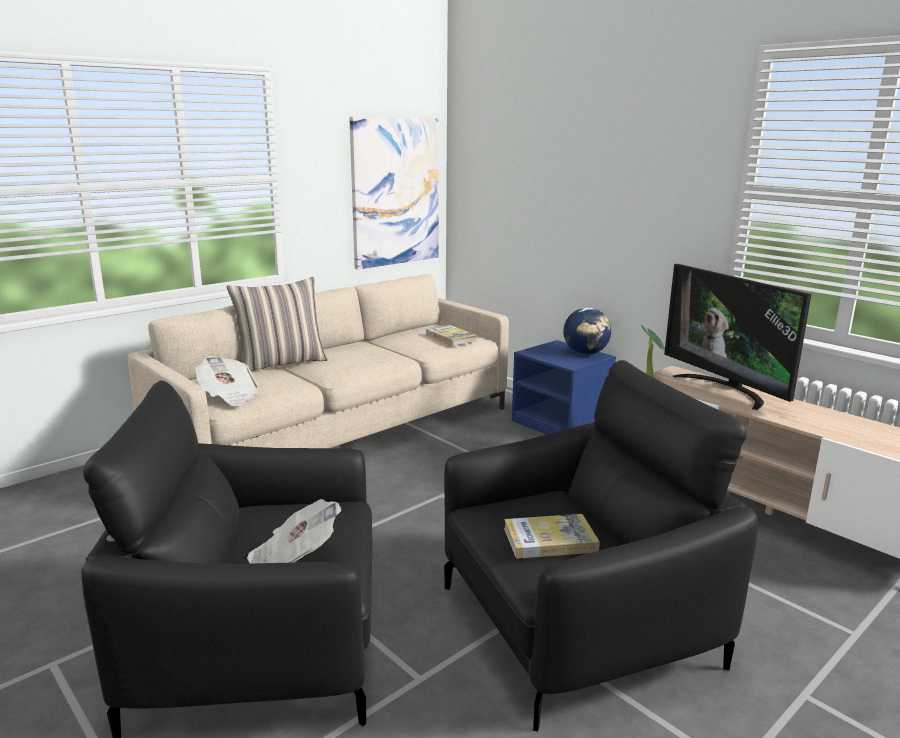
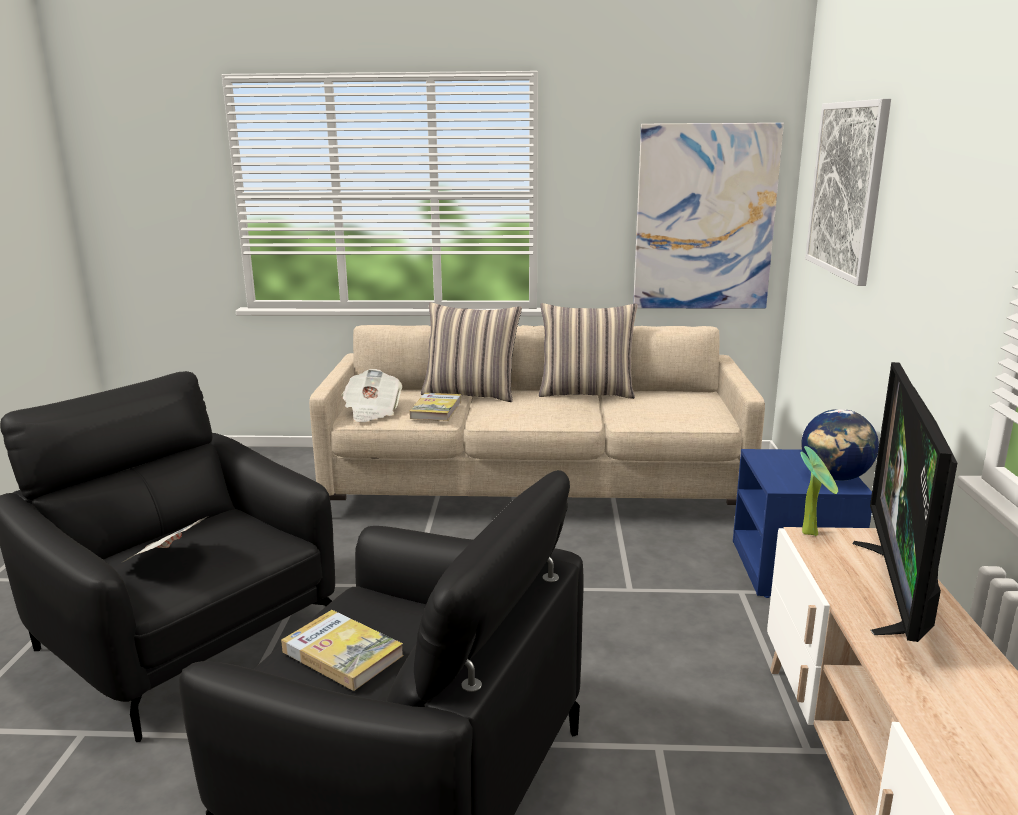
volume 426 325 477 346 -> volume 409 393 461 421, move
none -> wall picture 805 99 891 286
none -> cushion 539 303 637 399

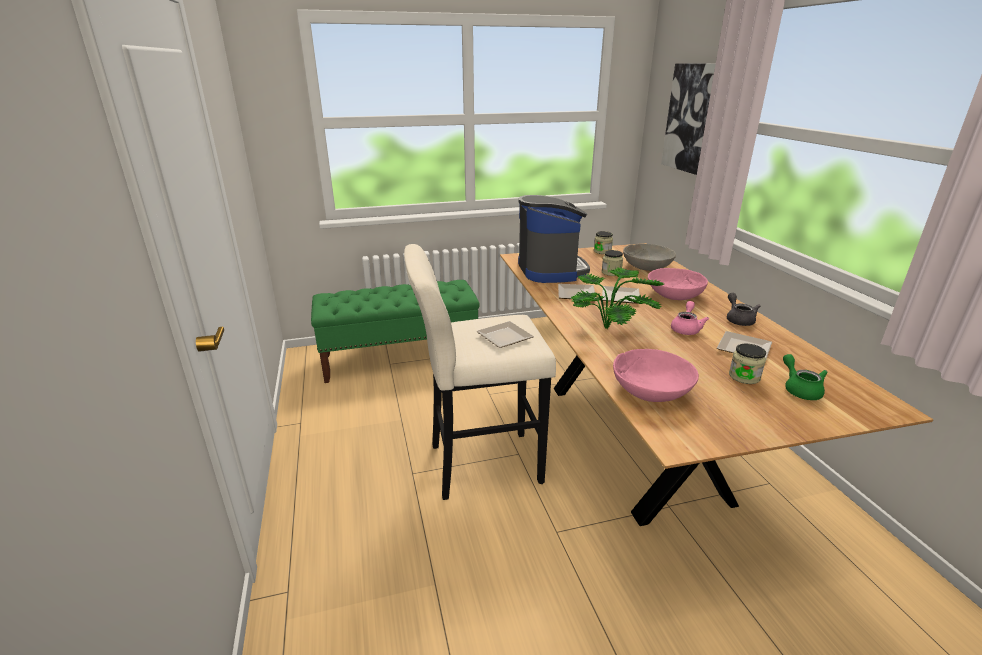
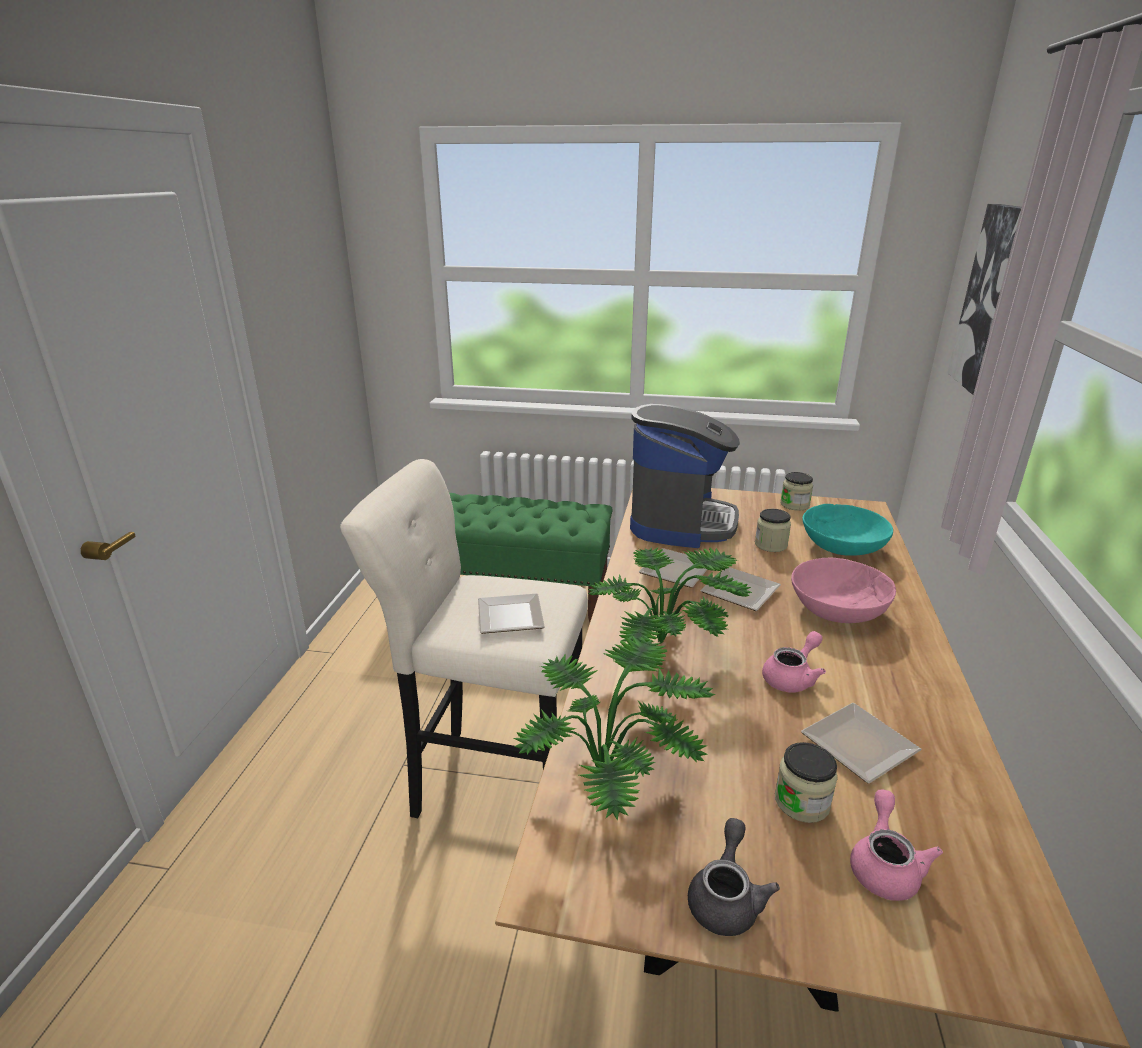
greyish bowl 623 244 676 271 -> blue-green bowl 802 504 893 556
greyish tea pot 727 293 760 326 -> greyish tea pot 688 818 780 936, move
pink bowl 613 349 699 402 -> plant in a pot 514 636 715 821
green tea pot 783 354 828 400 -> pink tea pot 850 790 943 901

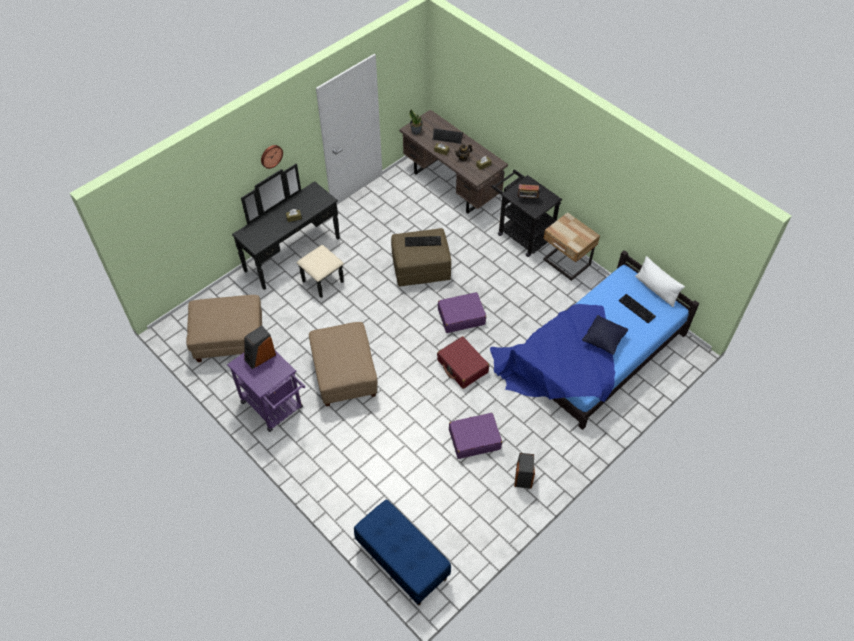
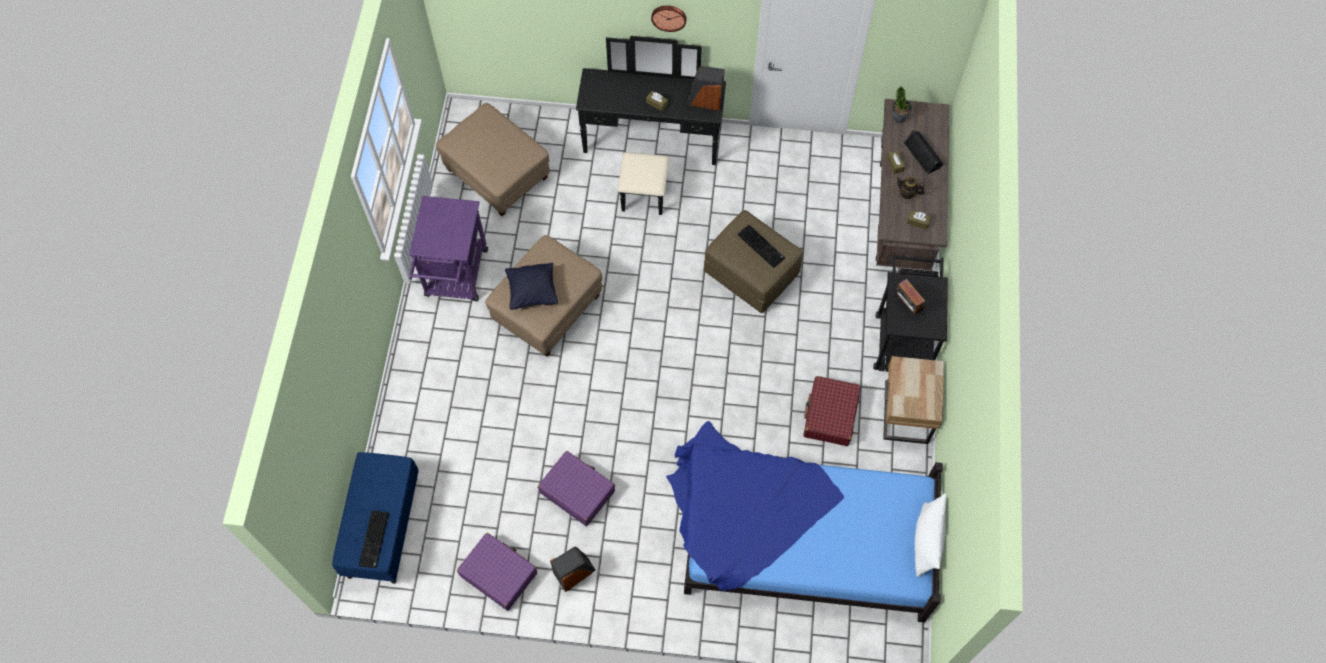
purplish piece of luggage 438 292 486 333 -> purplish piece of luggage 457 533 537 611, move
PC keyboard 619 294 656 323 -> PC keyboard 359 510 389 568, move
blackish cushion 582 315 628 355 -> blackish cushion 505 263 558 310, move
speaker 244 326 276 369 -> speaker 687 66 725 111, move
red-coloured piece of luggage 437 336 489 389 -> red-coloured piece of luggage 803 376 861 446, move

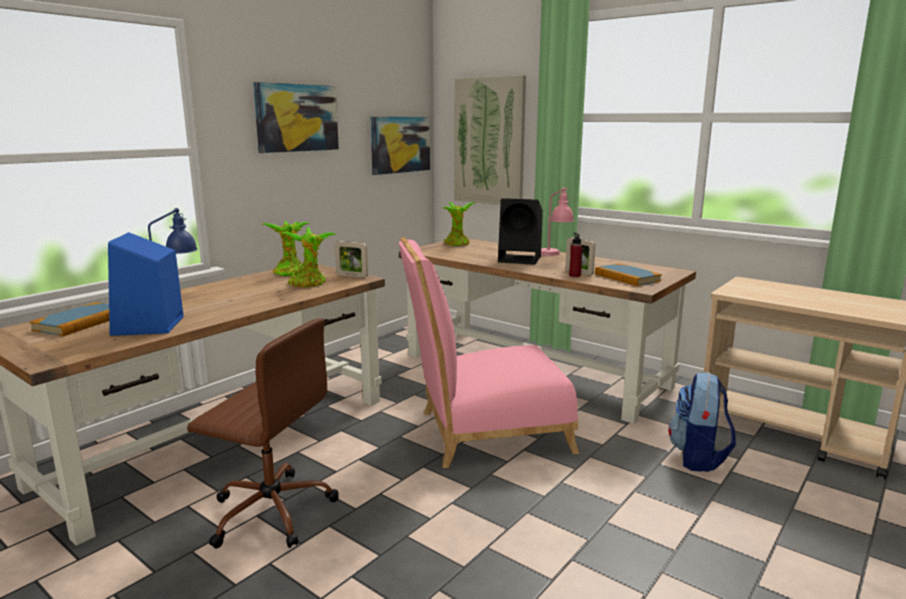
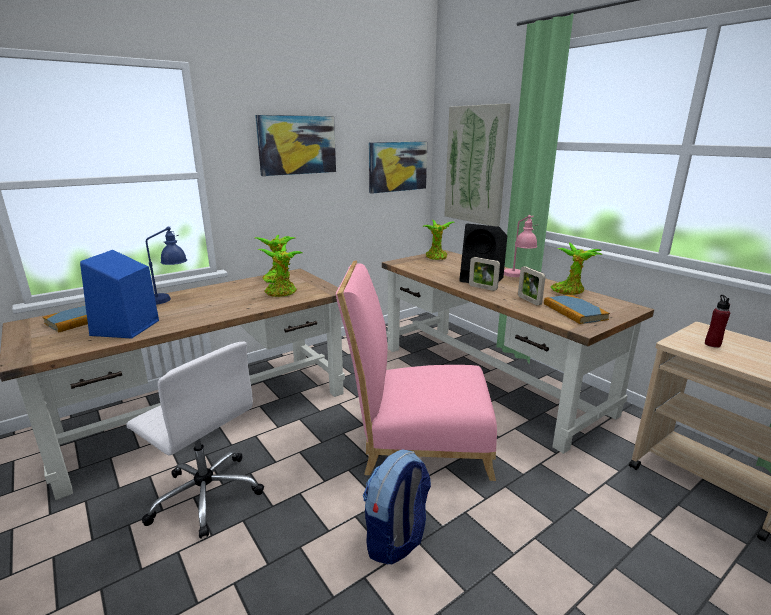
red-coloured beverage bottle 569 233 582 277 -> red-coloured beverage bottle 705 295 730 348, move
photo frame 335 241 368 278 -> photo frame 469 257 500 291, move
brown-coloured desk chair 187 318 339 549 -> whitish desk chair 126 342 264 539
rucksack 668 372 736 472 -> rucksack 363 449 431 565, move
none -> plant in a pot 551 243 602 295

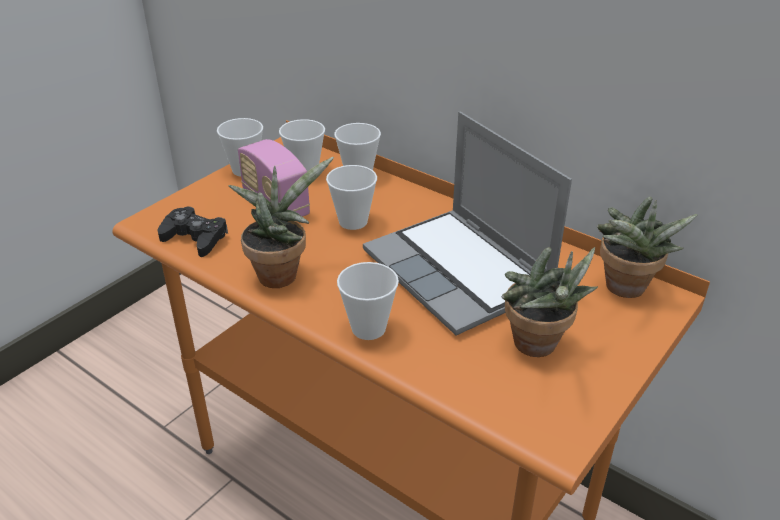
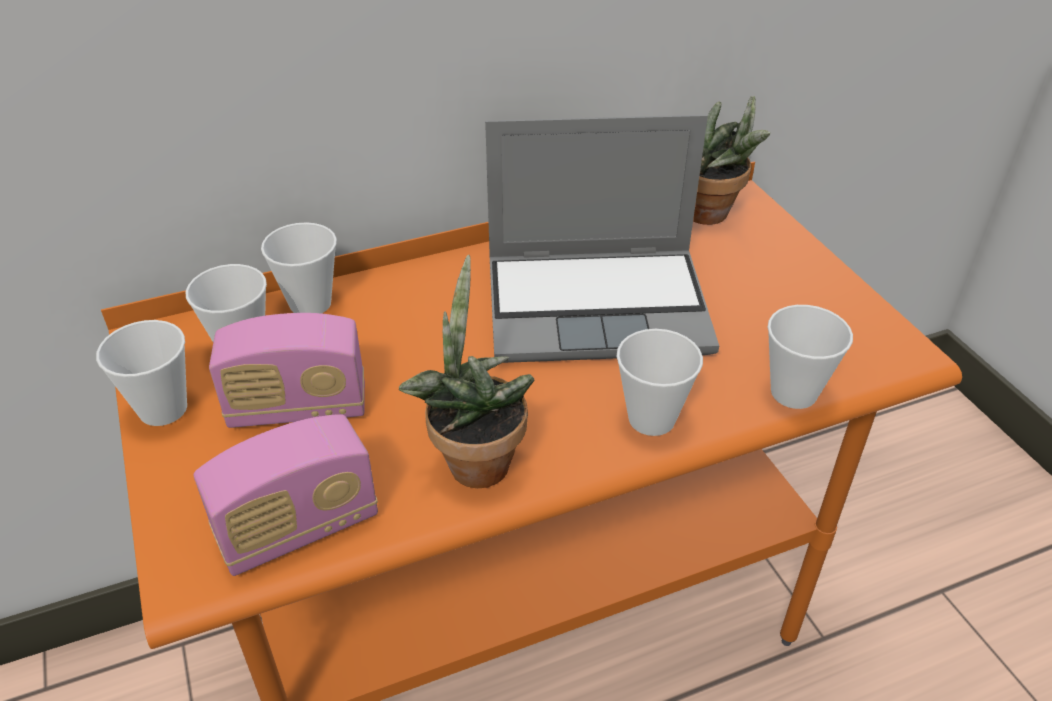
cup 326 165 377 230 -> cup 768 305 853 409, move
blackish joypad 157 206 228 257 -> radio 194 414 378 576
plant in a pot 502 247 598 357 -> none

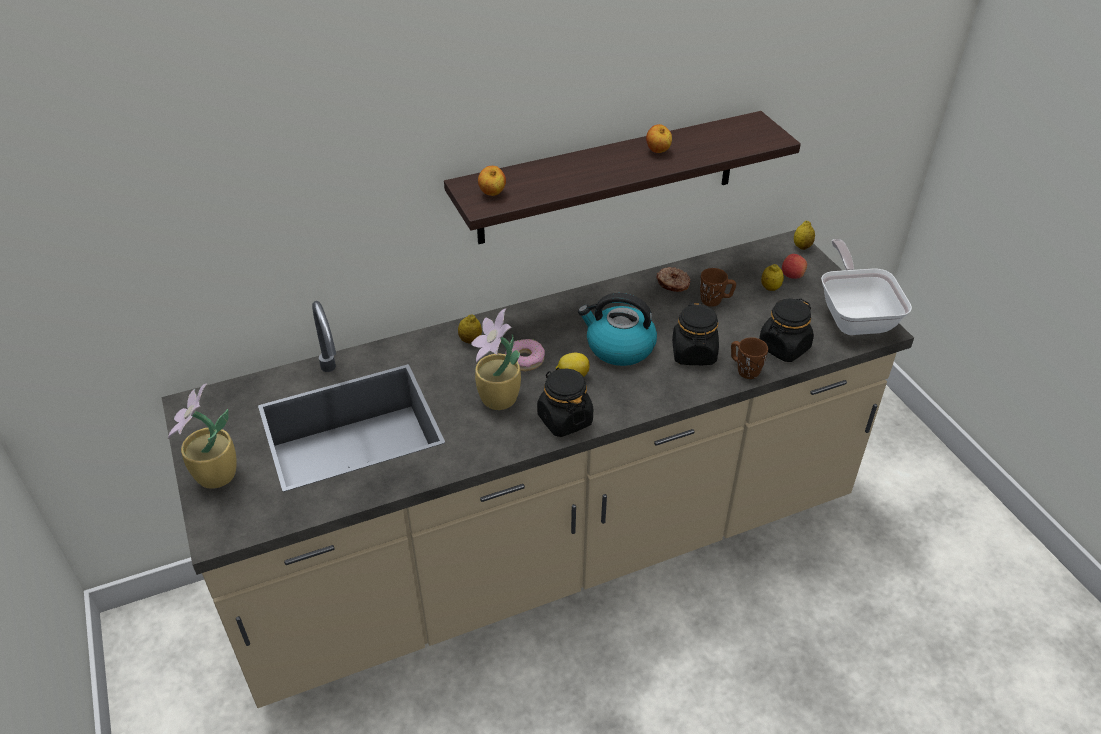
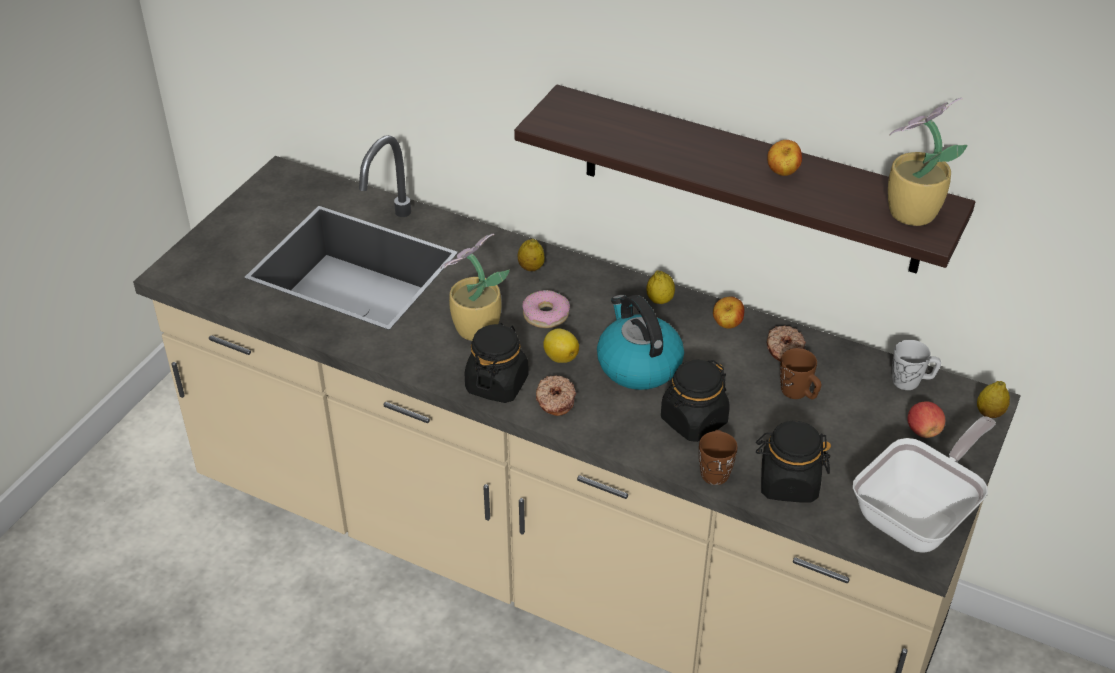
whole apple 478 166 506 196 -> whole apple 713 297 744 329, move
whole lemon 761 264 784 291 -> whole lemon 646 270 675 304, move
plant in a pot 168 383 237 489 -> plant in a pot 888 98 968 226, move
none -> whitish mug 892 340 941 390
none -> ring doughnut 536 375 576 416

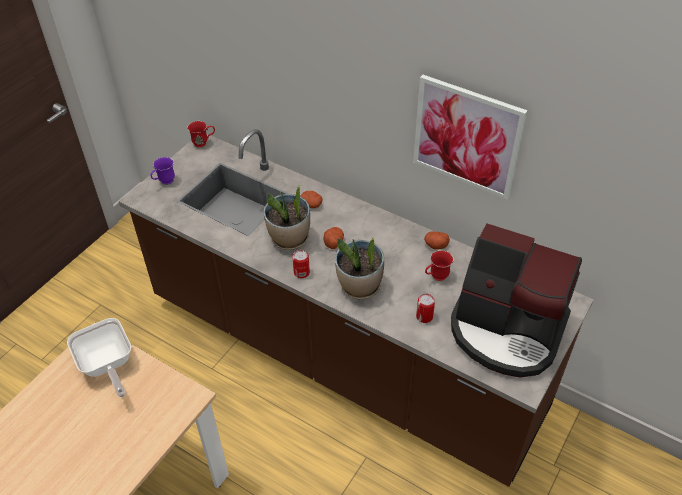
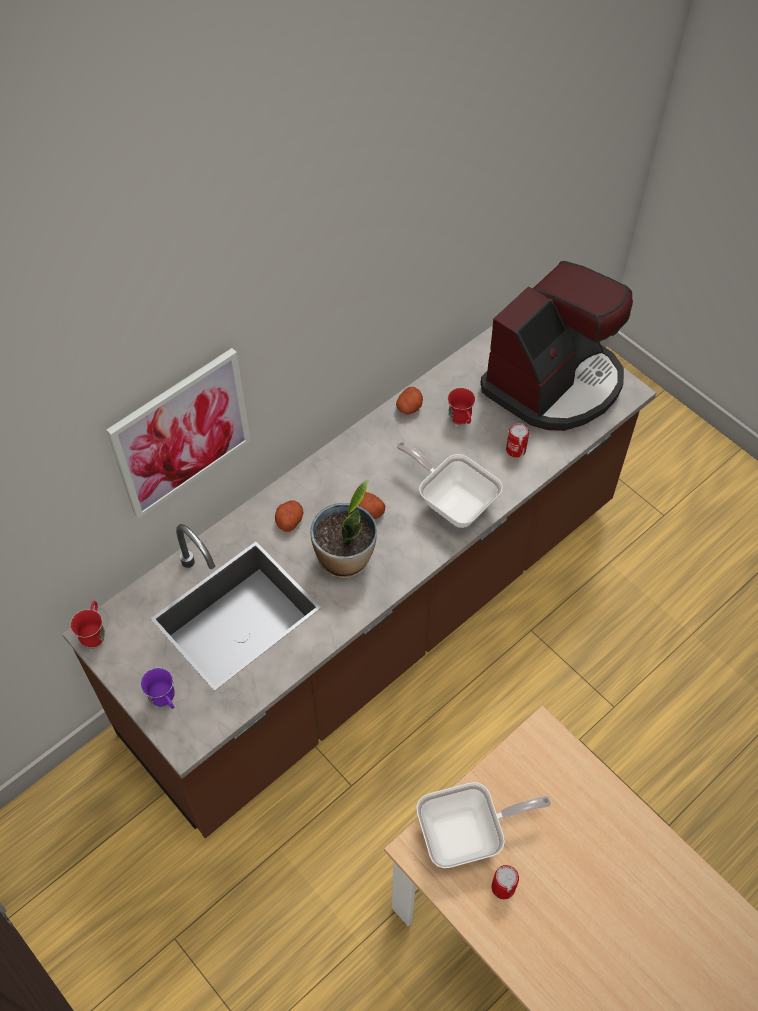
wall picture 413 75 528 199 -> wall picture 107 348 251 519, move
plant in a pot 335 238 384 299 -> skillet 397 441 503 528
metal can 292 250 310 278 -> metal can 491 865 519 899, move

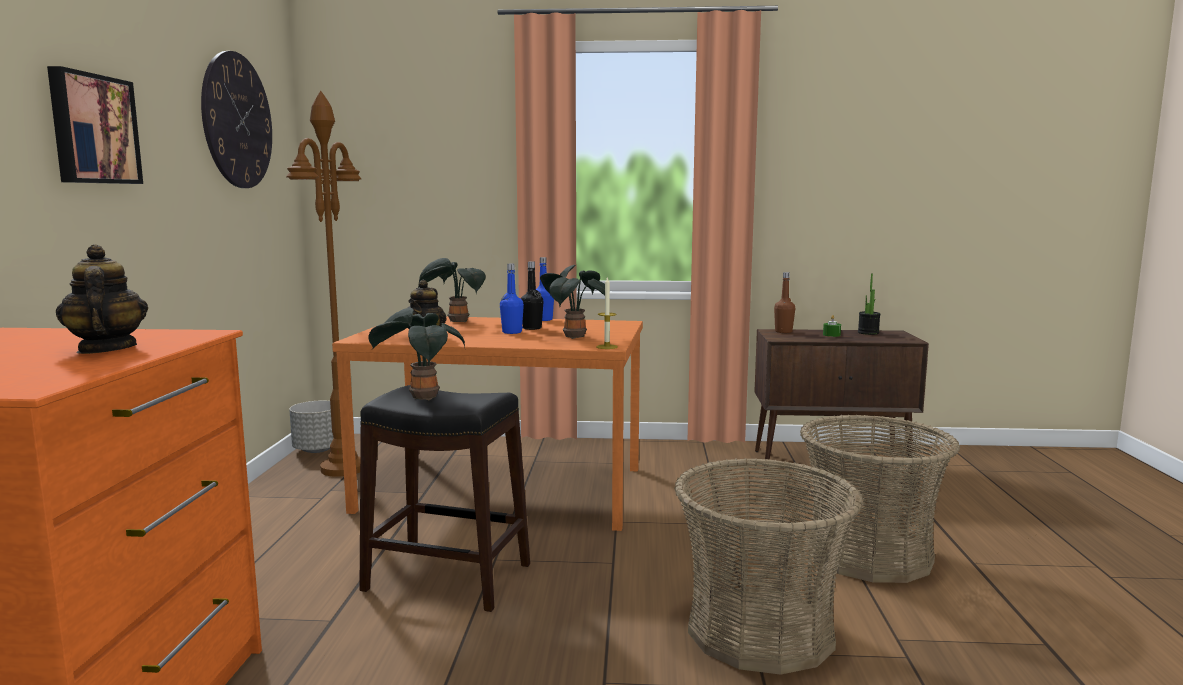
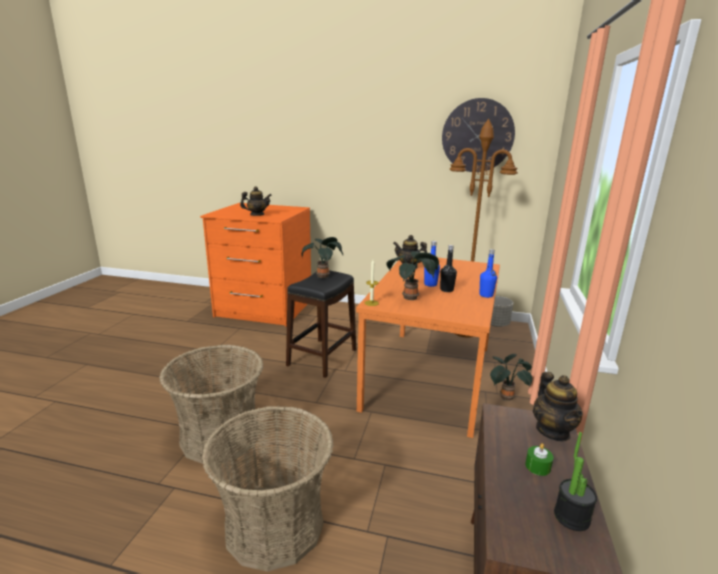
wall picture 47 66 143 184 -> none
plant in a pot 418 258 486 322 -> plant in a pot 490 354 532 401, move
brown-coloured beverage bottle 774 272 795 333 -> tea pot 533 372 583 441

